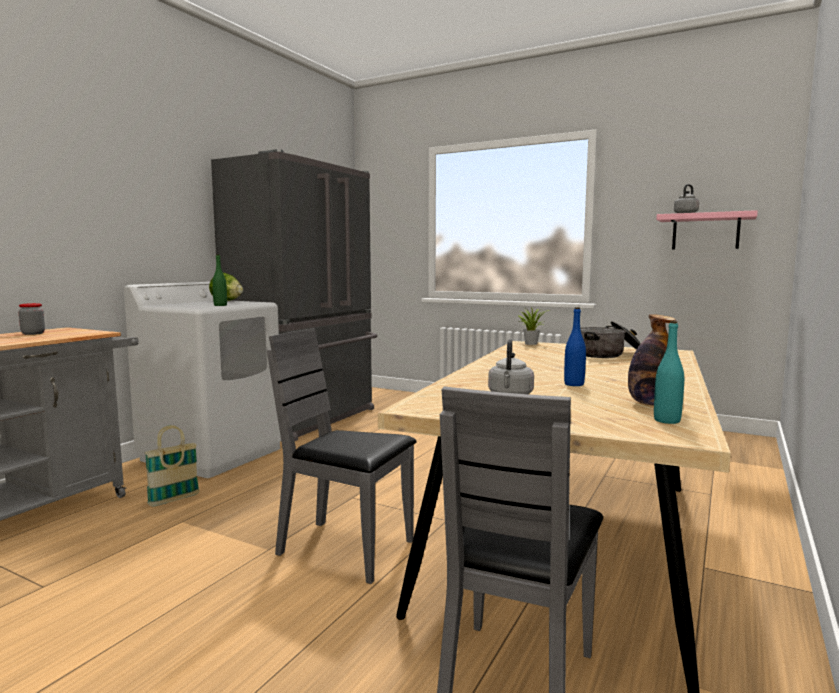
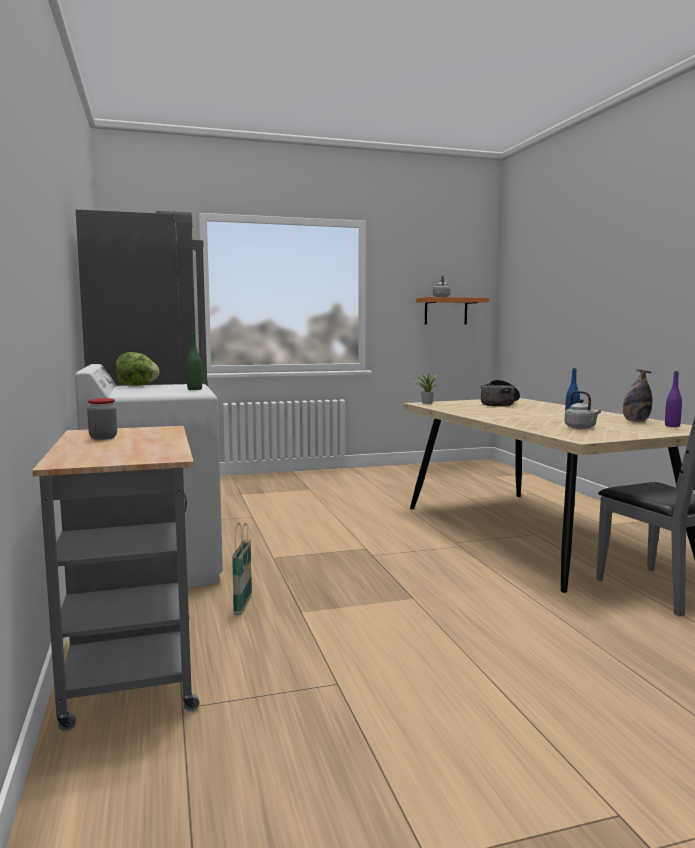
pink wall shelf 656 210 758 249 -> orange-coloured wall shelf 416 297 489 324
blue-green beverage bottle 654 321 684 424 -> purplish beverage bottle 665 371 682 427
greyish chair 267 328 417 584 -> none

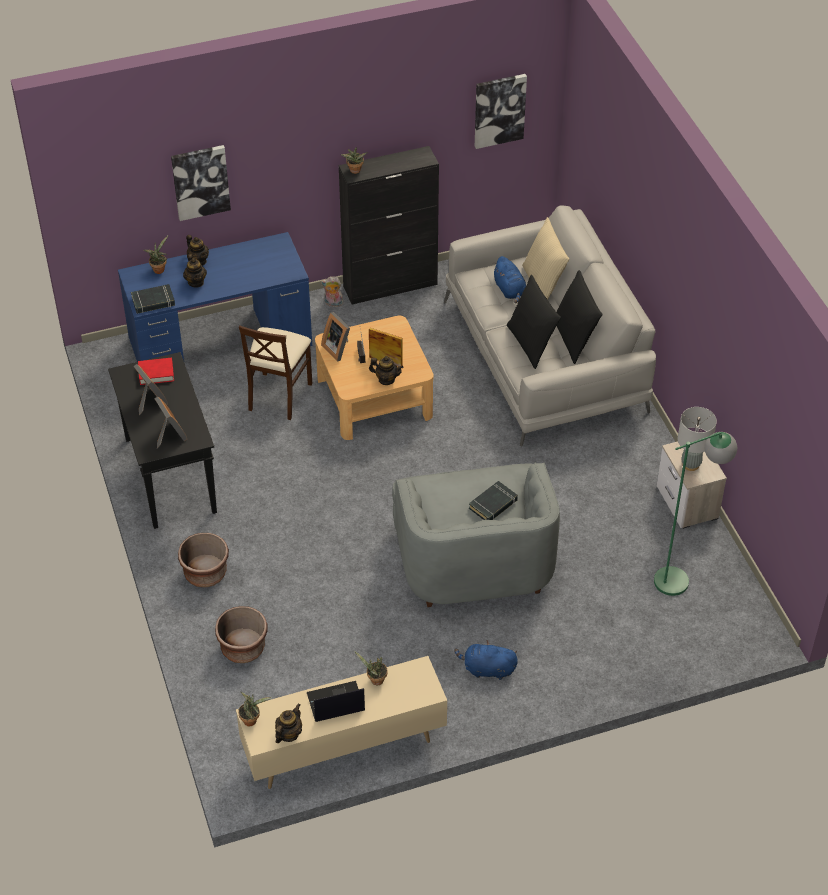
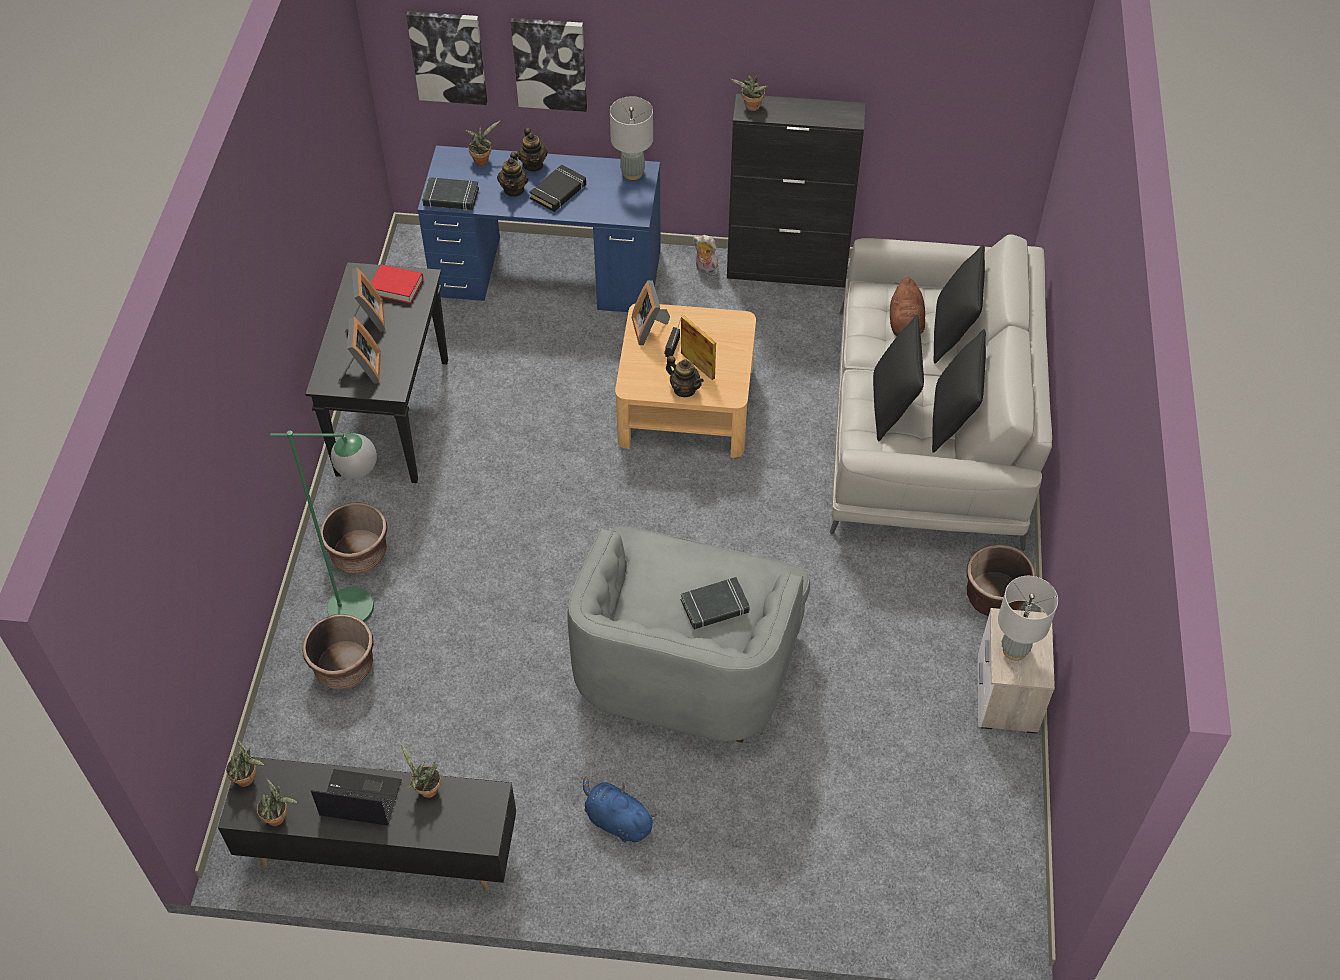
wall picture 475 74 527 149 -> wall picture 406 11 487 105, move
sand-coloured cushion 522 217 569 300 -> blackish cushion 933 245 985 364
blue-coloured cuddly toy 492 256 526 303 -> brown-coloured cuddly toy 890 277 925 336
sand-coloured chair 239 325 312 420 -> none
green standard lamp 654 432 737 596 -> green standard lamp 270 431 377 622, move
sand-coloured tv unit 236 656 447 789 -> blackish tv unit 218 757 516 890
tea pot 275 704 302 743 -> plant in a pot 257 778 297 826
none -> greyish table lamp 610 96 653 180
none -> blackish volume 529 164 586 212
none -> brown-coloured plant pot 967 545 1036 617

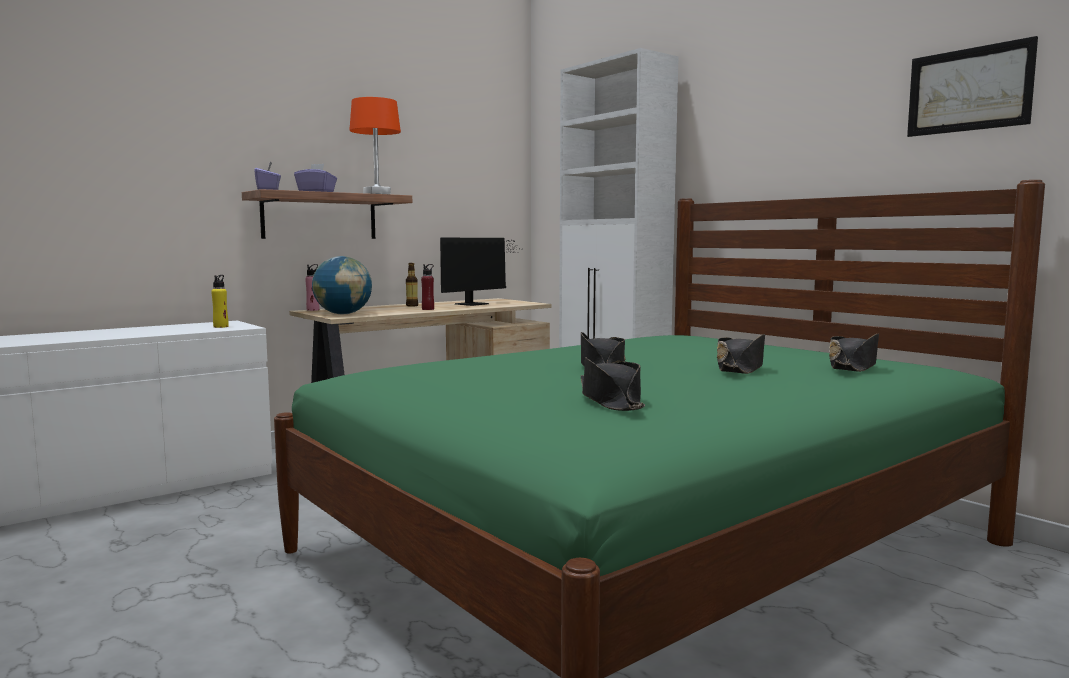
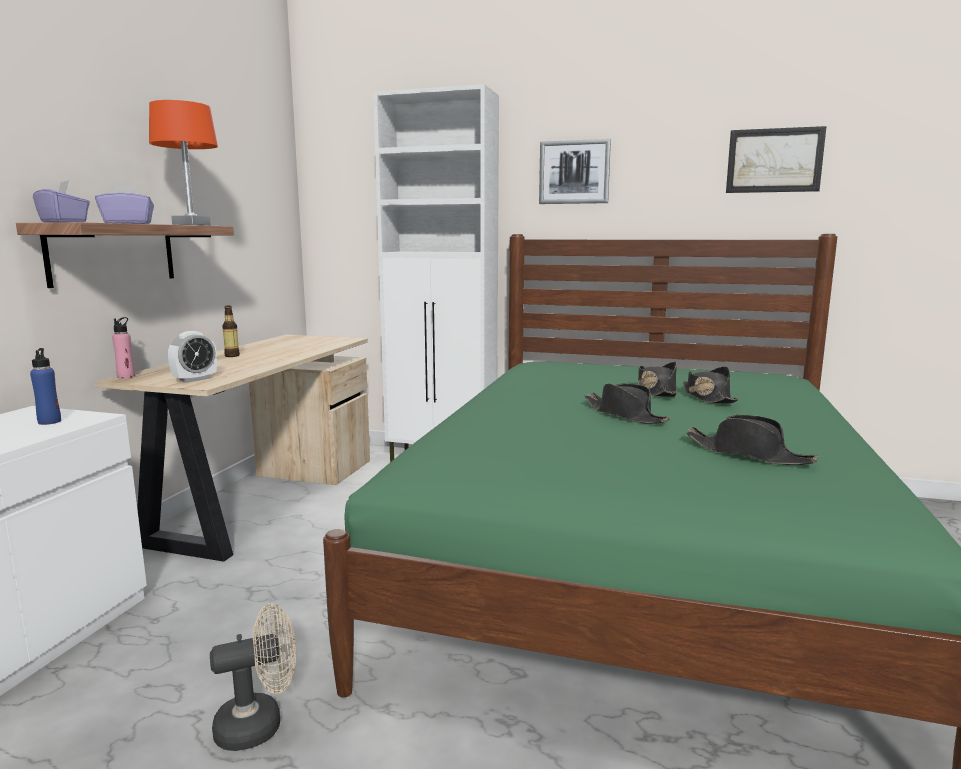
monitor 440 238 518 306 -> none
globe 312 256 372 314 -> alarm clock 168 331 217 383
red-coloured beverage bottle 421 264 434 310 -> none
yellow-coloured beverage bottle 211 275 229 328 -> blue-coloured beverage bottle 30 348 61 425
blackish hat 829 333 879 372 -> blackish hat 638 362 677 397, move
none -> wall picture 539 139 611 204
none -> sand-coloured fan 210 603 296 751

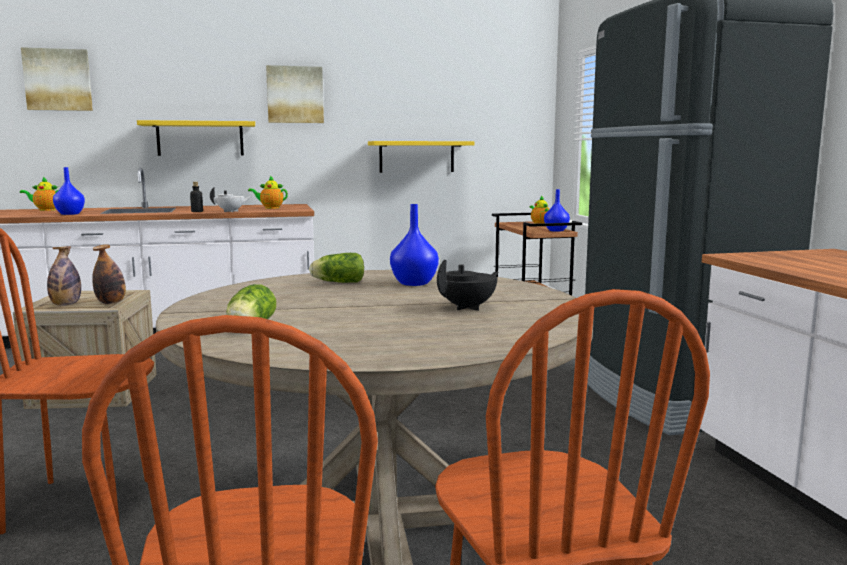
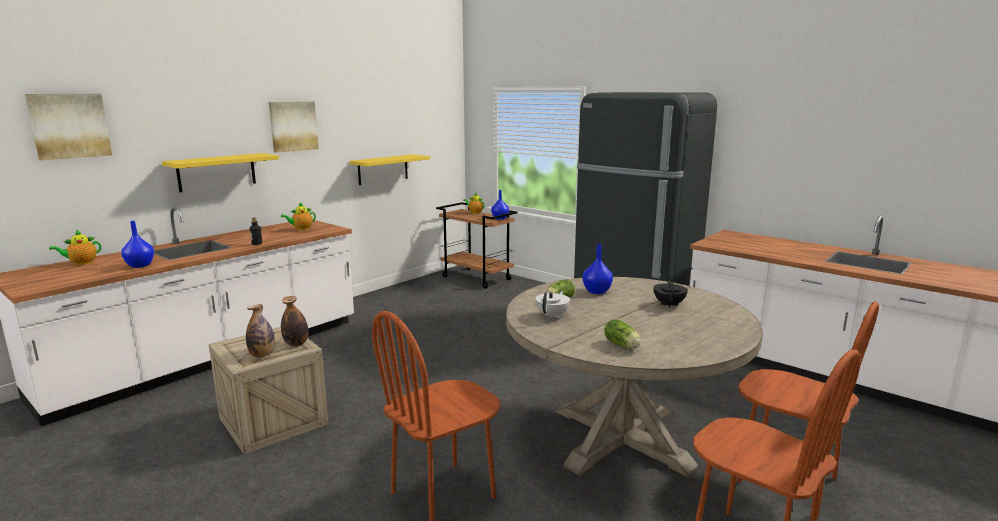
whitish tea pot 210 187 252 212 -> whitish tea pot 535 291 570 319, move

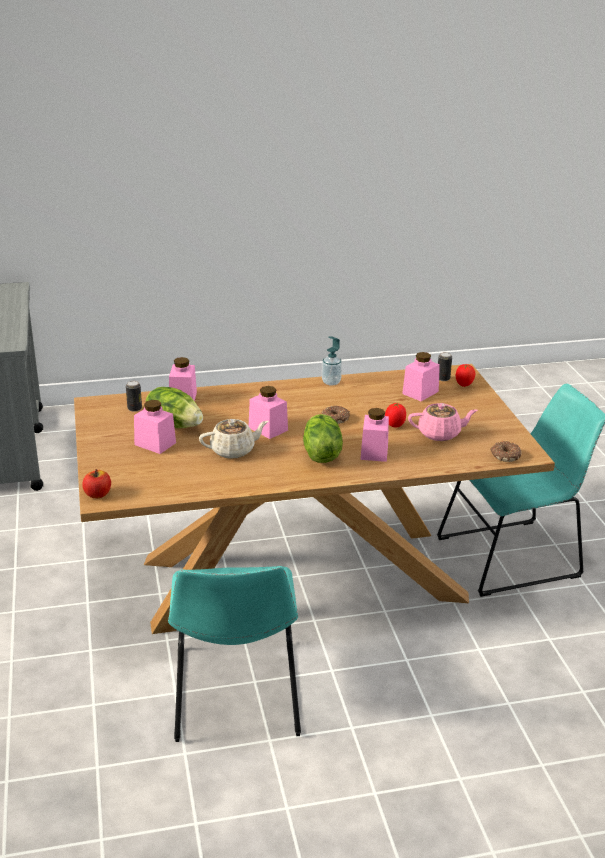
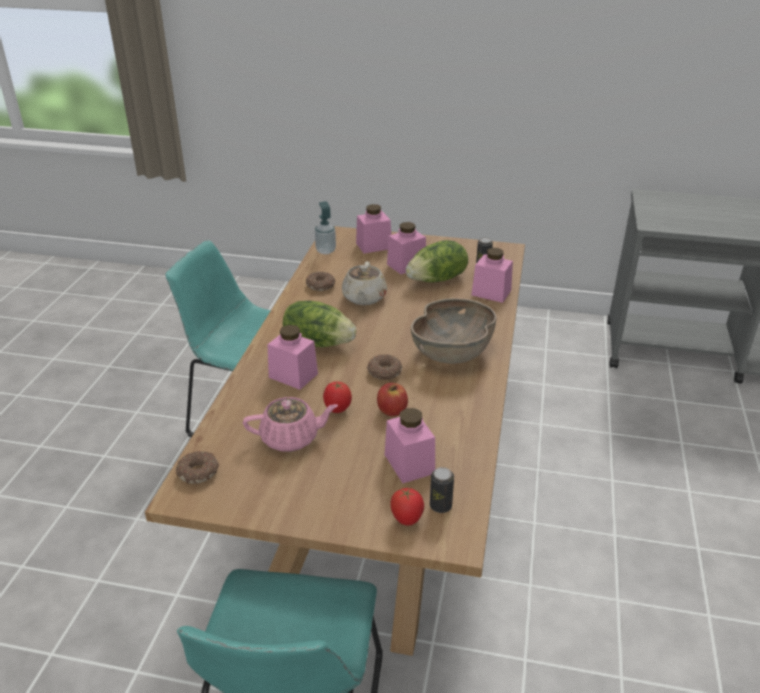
soap dispenser 322 336 342 386 -> soap dispenser 315 201 336 254, move
pink storage jar 249 386 288 439 -> pink storage jar 356 204 391 254, move
pink tea pot 408 403 478 441 -> pink tea pot 243 397 338 452, 120 degrees counterclockwise
whole apple 82 469 111 498 -> whole apple 377 383 408 416, move
none -> ring doughnut 306 272 335 291
none -> brown-coloured bowl 411 298 497 364

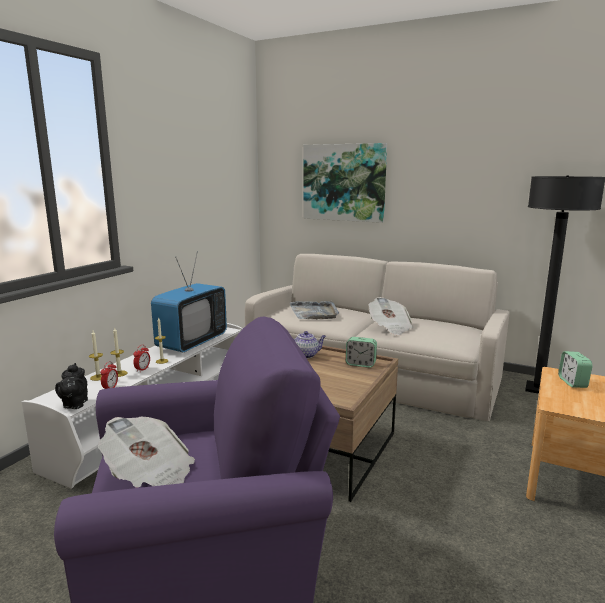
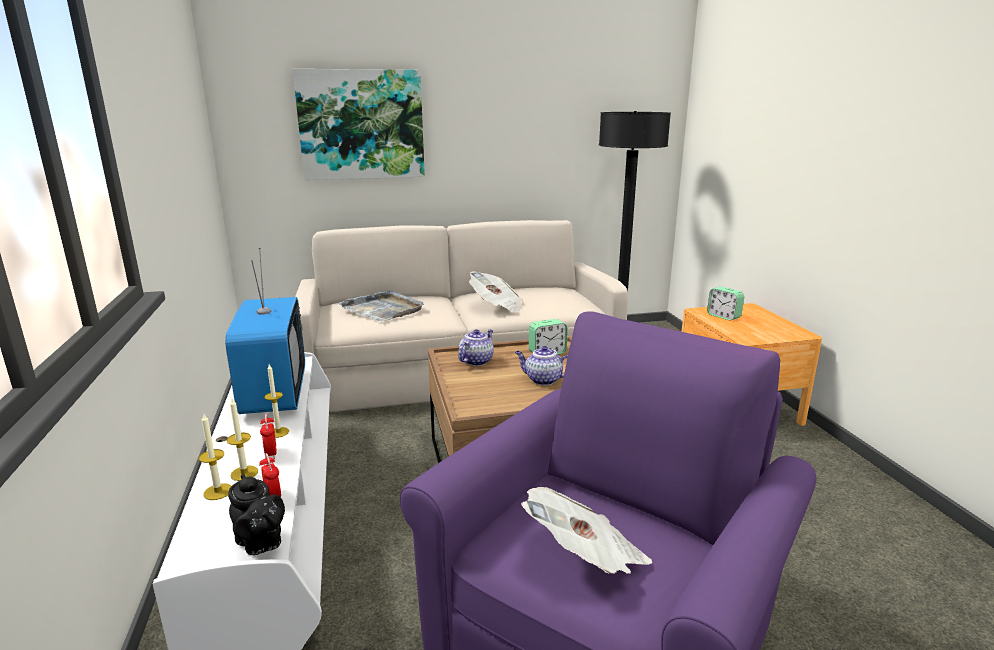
none -> tea pot 515 346 568 385

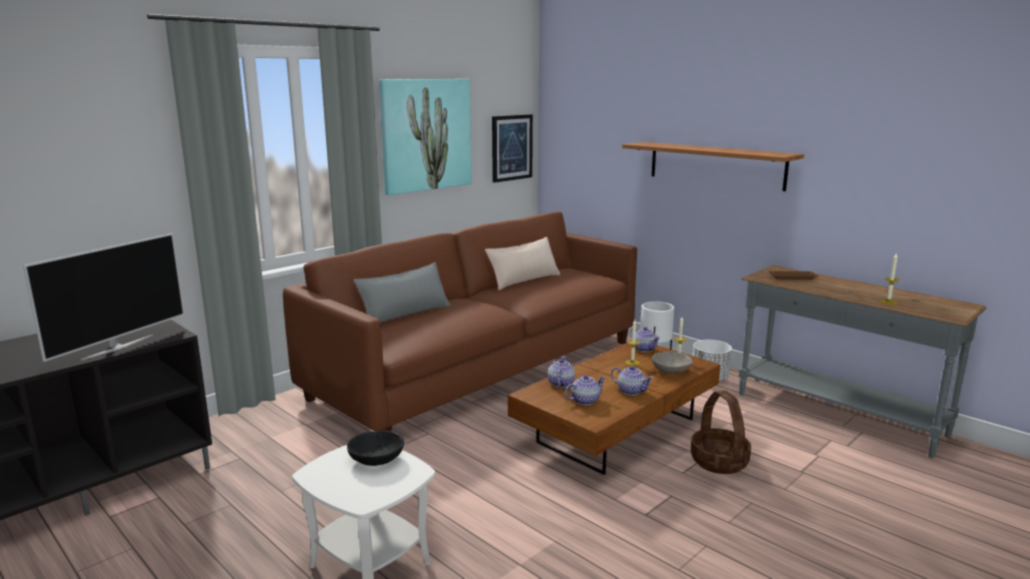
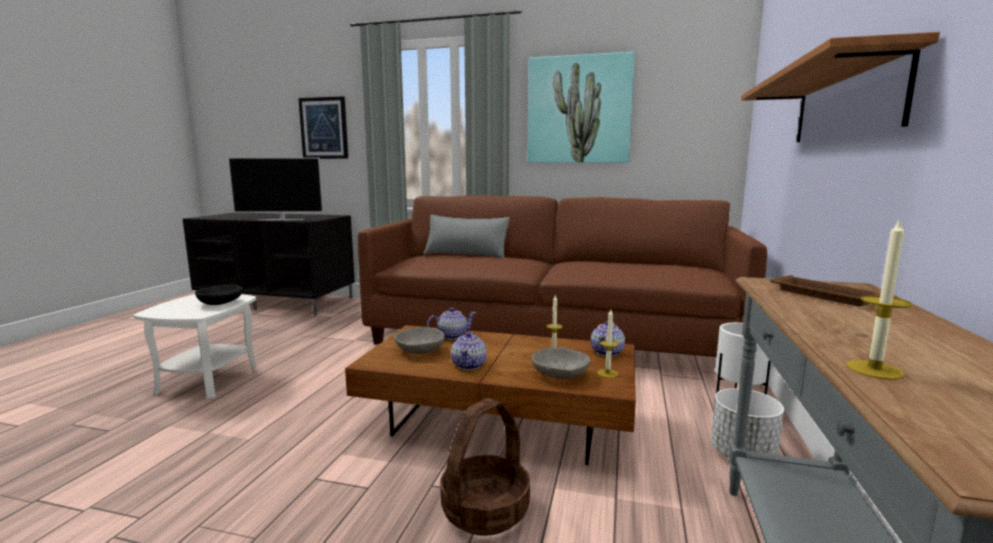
wall picture 492 114 533 183 -> wall picture 298 96 348 159, move
sand-coloured cushion 485 237 560 290 -> none
tea pot 565 375 606 405 -> greyish bowl 394 327 445 354

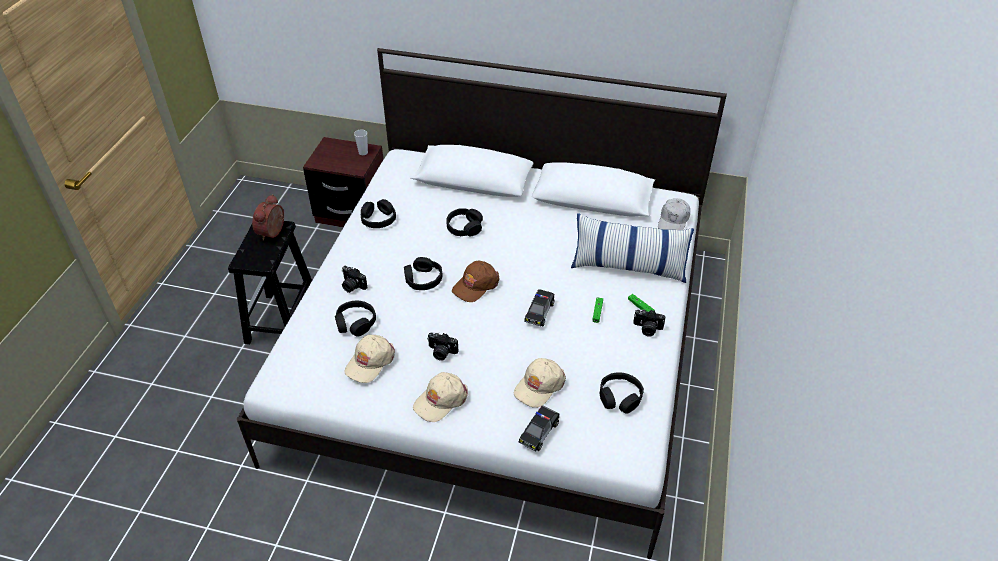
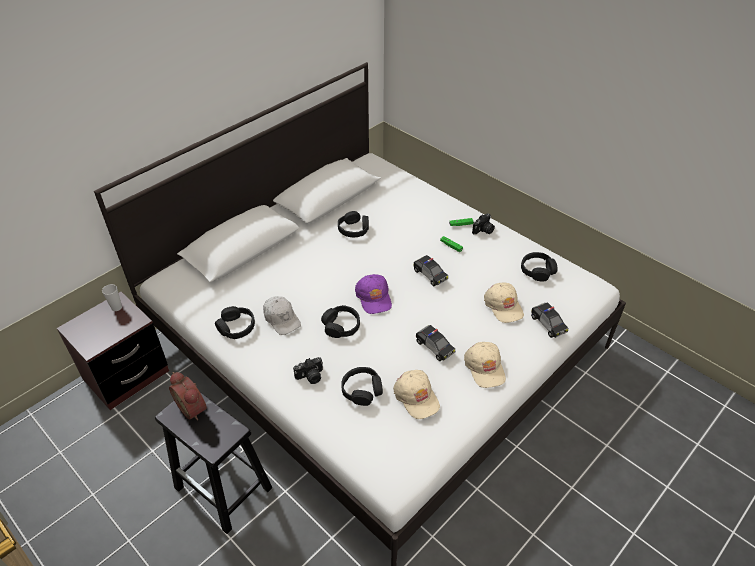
whitish peaked cap 658 198 690 230 -> whitish peaked cap 263 296 301 335, move
blackish headset 446 208 483 236 -> blackish headset 338 211 369 237, move
cushion 571 213 694 283 -> none
brown-coloured peaked cap 452 260 499 302 -> purplish peaked cap 355 274 392 314
still camera 427 332 458 361 -> toy car 416 325 455 361

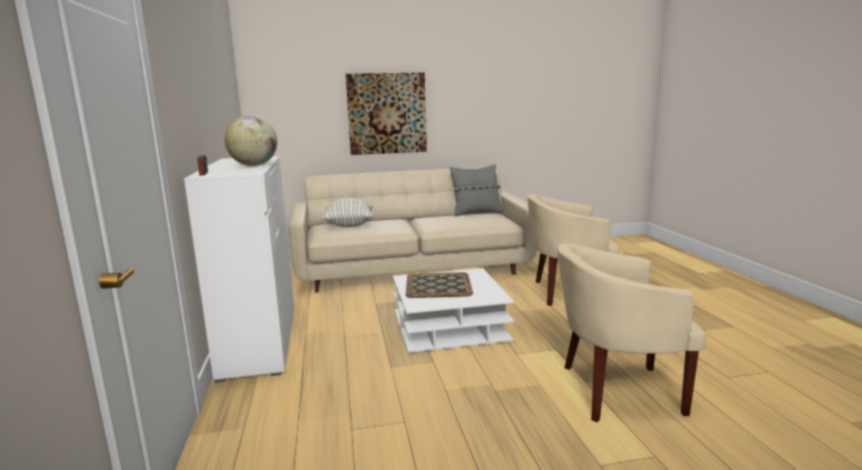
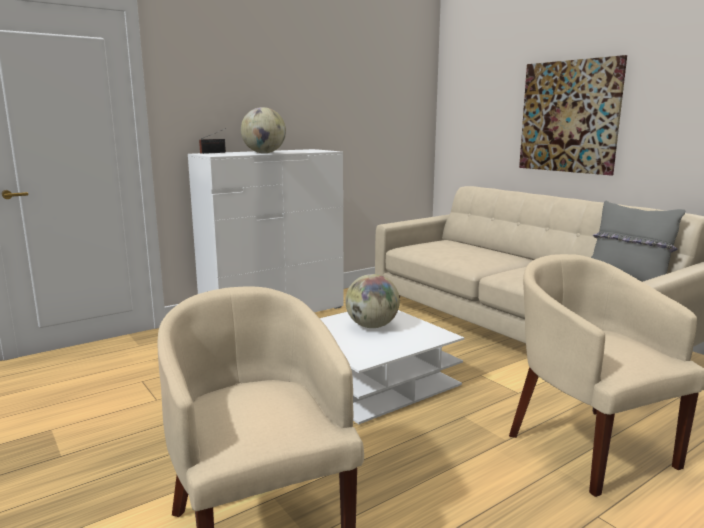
cushion 322 198 373 227 -> none
tray 406 272 473 298 -> globe 345 274 400 328

